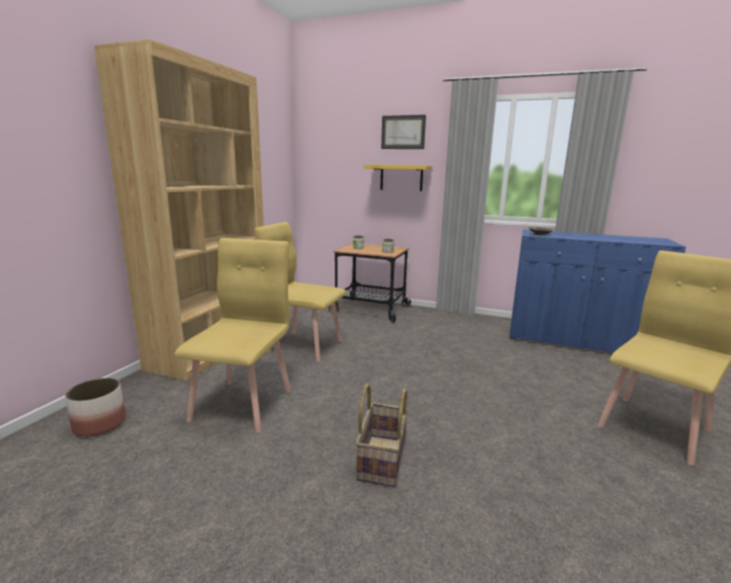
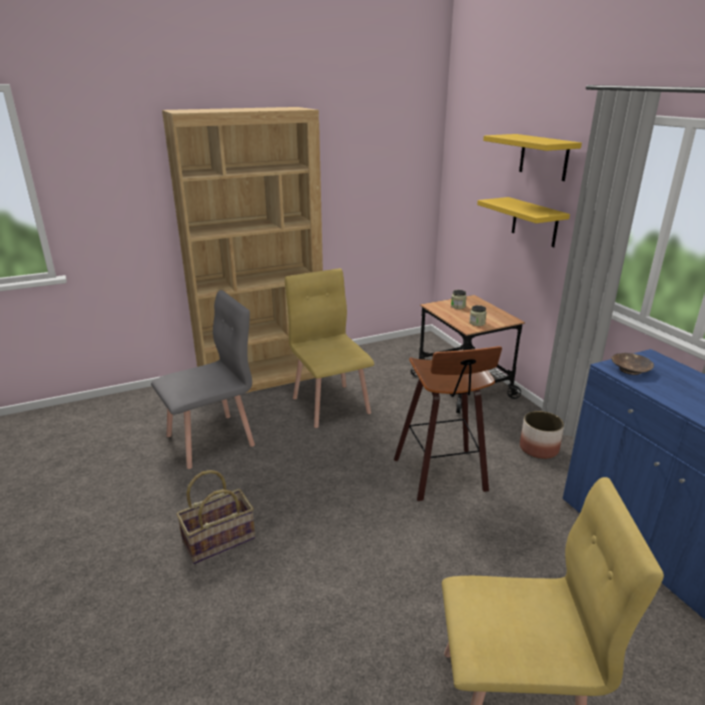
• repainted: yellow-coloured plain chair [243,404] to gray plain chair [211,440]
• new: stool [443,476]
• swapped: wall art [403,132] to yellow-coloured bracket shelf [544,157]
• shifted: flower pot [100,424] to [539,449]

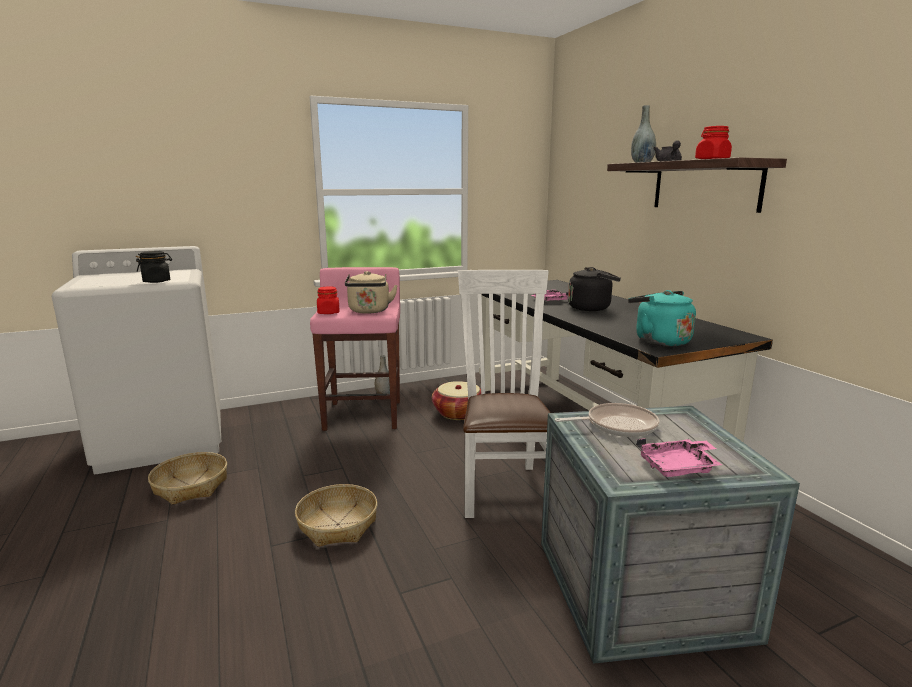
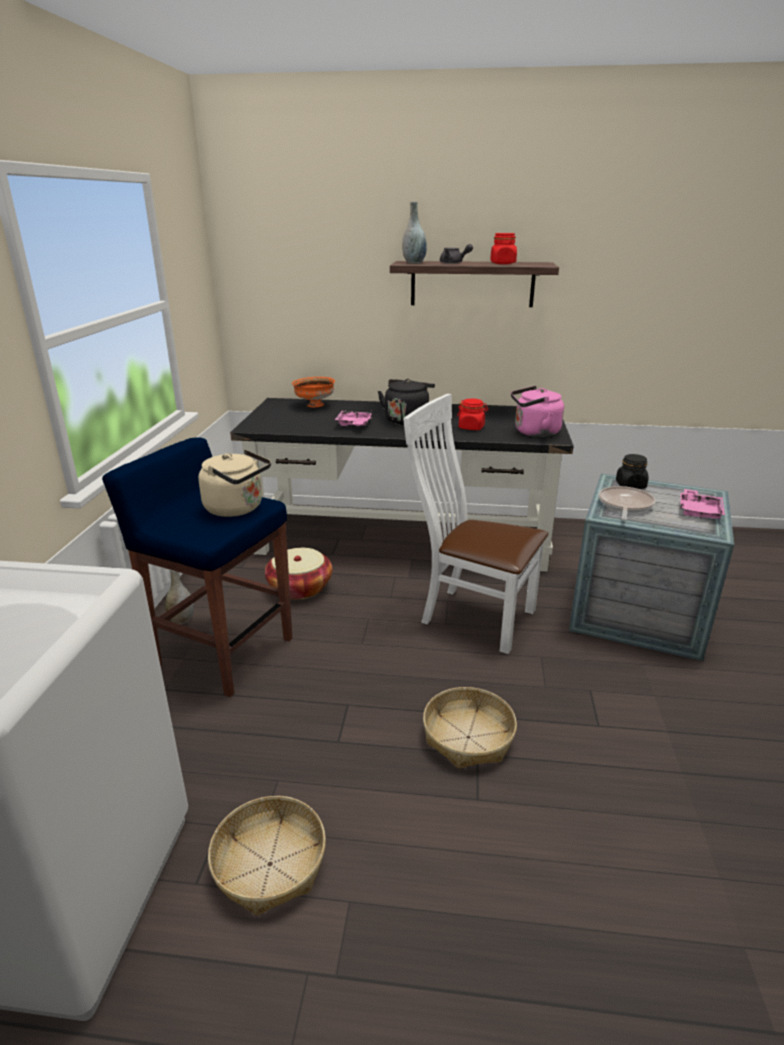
• repainted: pink stool [364,415] to bluish stool [222,652]
• new: orange-coloured deep dish [314,405]
• shifted: reddish jar [328,312] to [471,427]
• repainted: turquoise-coloured water kettle [658,341] to pink water kettle [534,432]
• shifted: blackish jar [157,281] to [630,485]

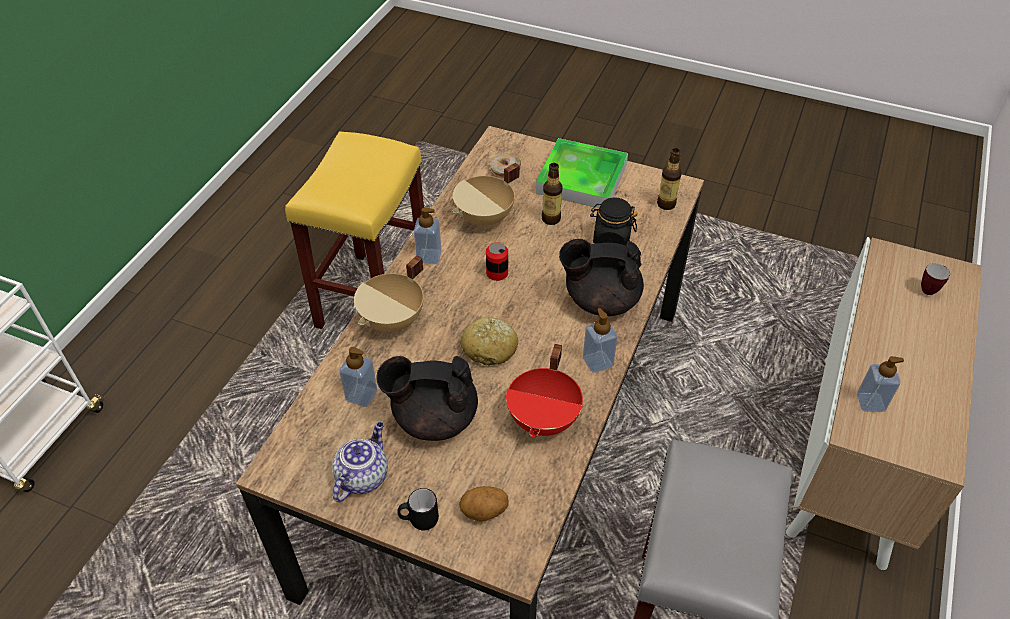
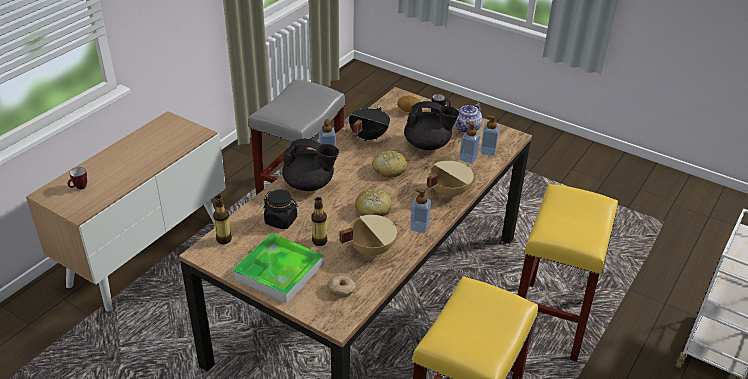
• repainted: reddish stockpot [545,419] to blackish stockpot [368,136]
• swapped: can [497,273] to baked bread [373,209]
• shifted: soap bottle [870,402] to [488,151]
• new: yellow-coloured stool [551,321]

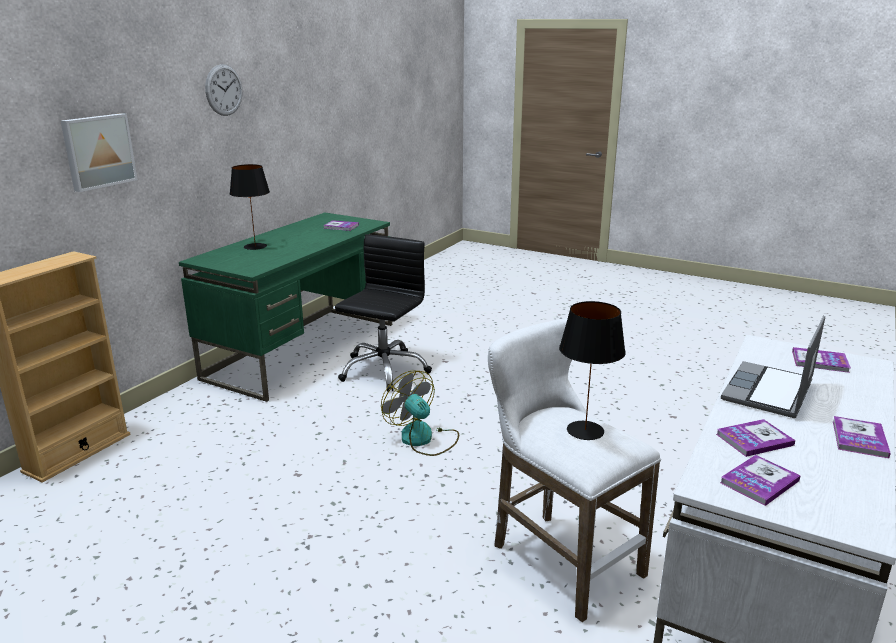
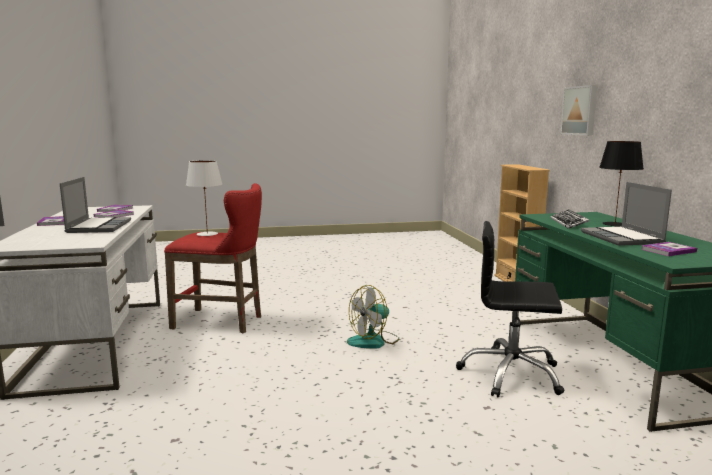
• repainted: white-coloured stool [559,557] to reddish stool [222,322]
• repainted: blackish table lamp [584,430] to white-coloured table lamp [207,234]
• rotated: electric fan [423,439] = [374,341] 135 degrees clockwise
• rotated: blackish computer chair [383,370] = [511,374] 120 degrees clockwise
• new: PC keyboard [569,223]
• new: notebook computer [622,238]
• gone: clock on the wall [224,90]
• gone: volume [820,361]

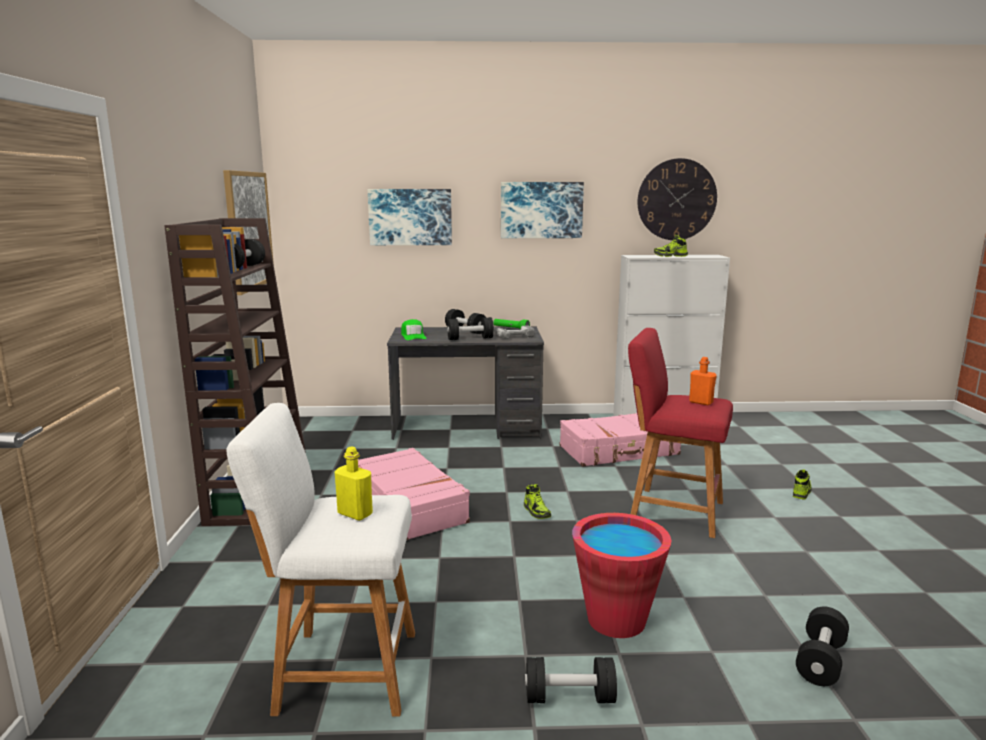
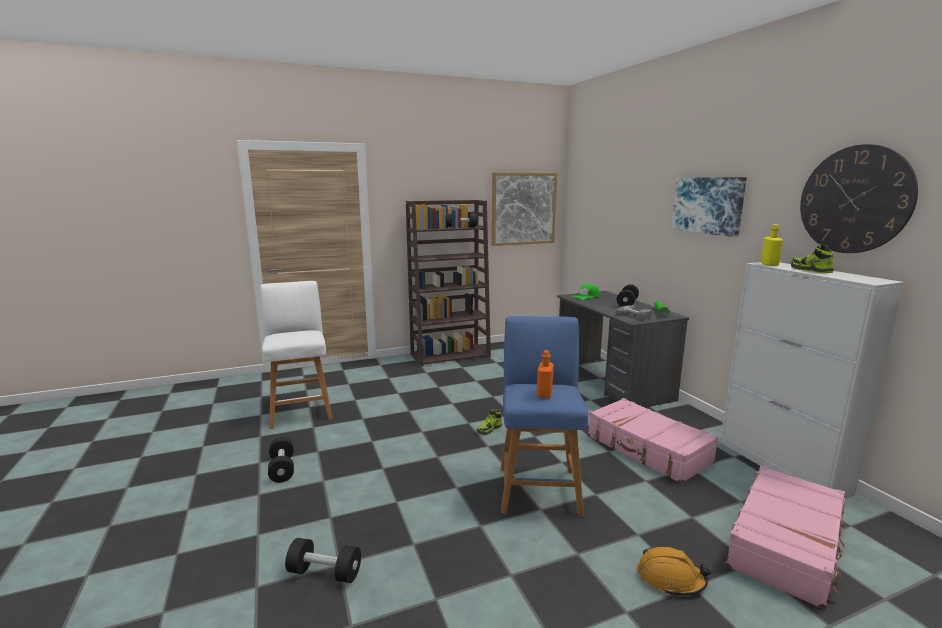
• repainted: reddish stool [671,511] to bluish stool [538,487]
• swapped: shoe [801,492] to orange-coloured safety helmet [670,578]
• shifted: pink piece of luggage [410,505] to [786,544]
• shifted: yellow-coloured beverage bottle [355,514] to [769,264]
• gone: wall art [410,217]
• gone: blackish dumbbell [470,338]
• gone: reddish bucket [616,620]

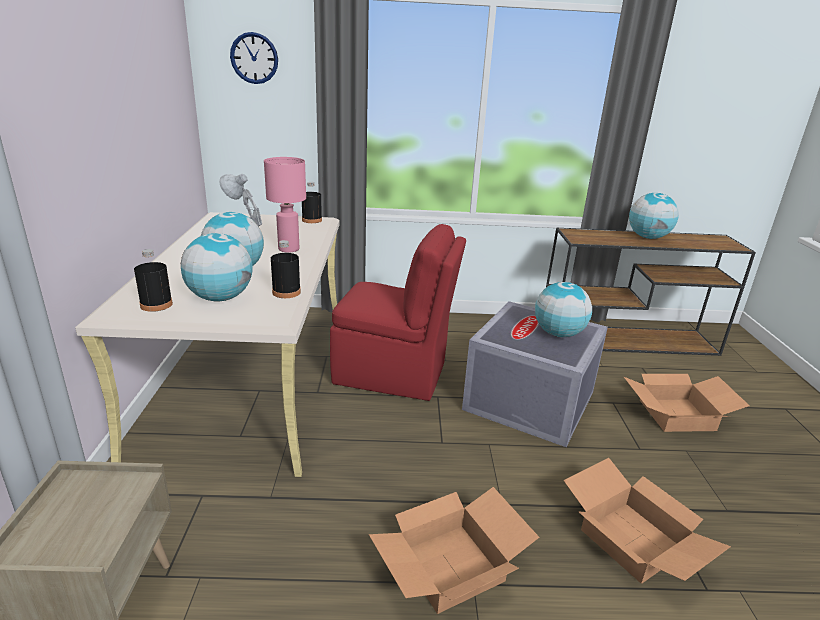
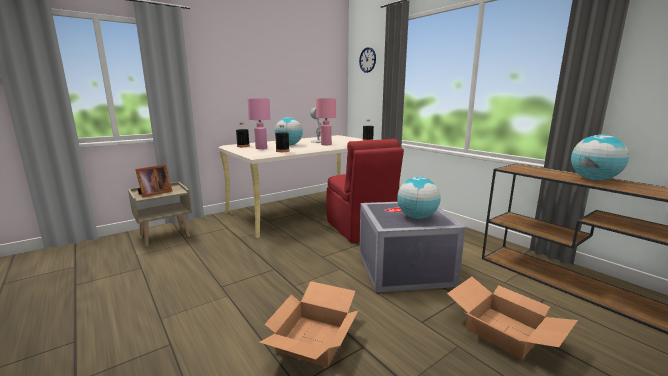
• new: standing frame [154,193]
• swapped: globe [220,298] to pink table lamp [261,148]
• gone: cardboard box [450,568]

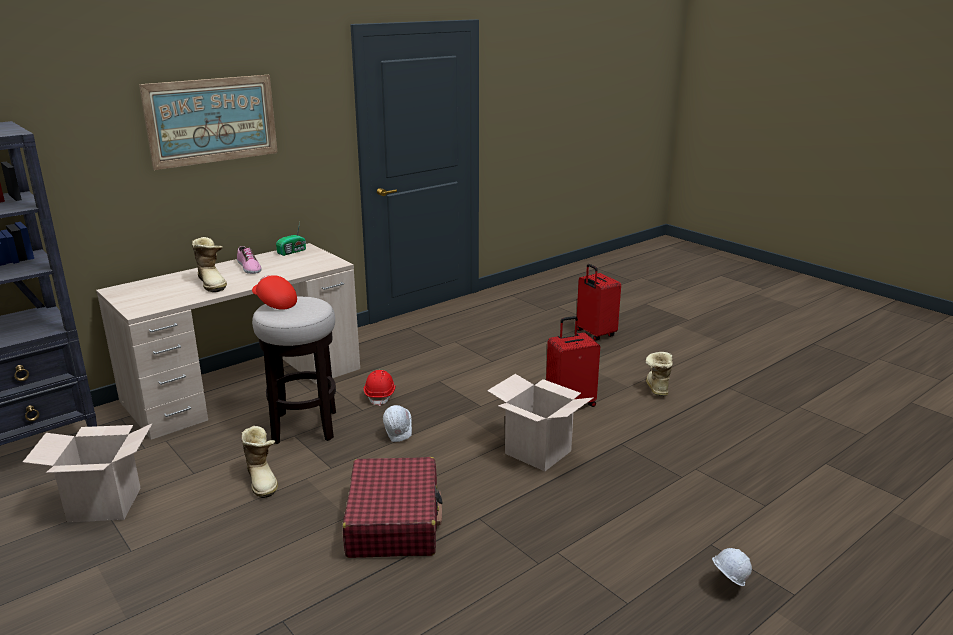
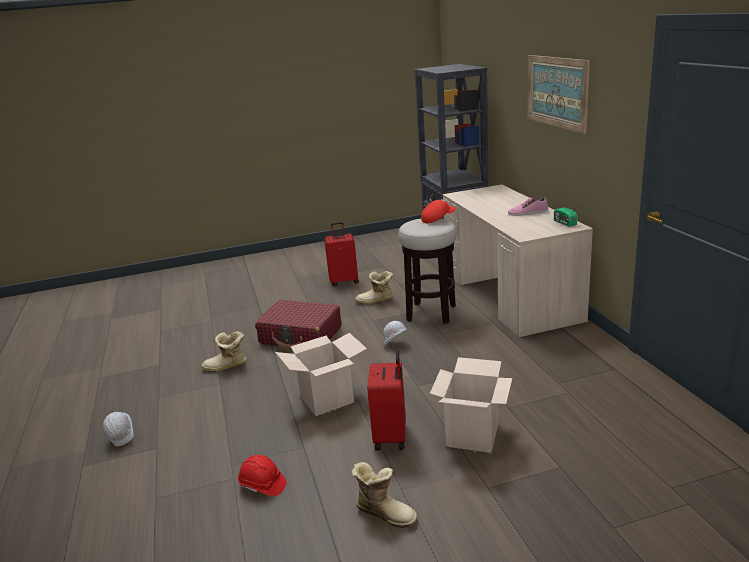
• shifted: high-top boot [213,283] to [226,367]
• shifted: reddish safety helmet [380,395] to [262,485]
• shifted: reddish piece of luggage [594,334] to [344,281]
• shifted: cardboard box [104,505] to [472,435]

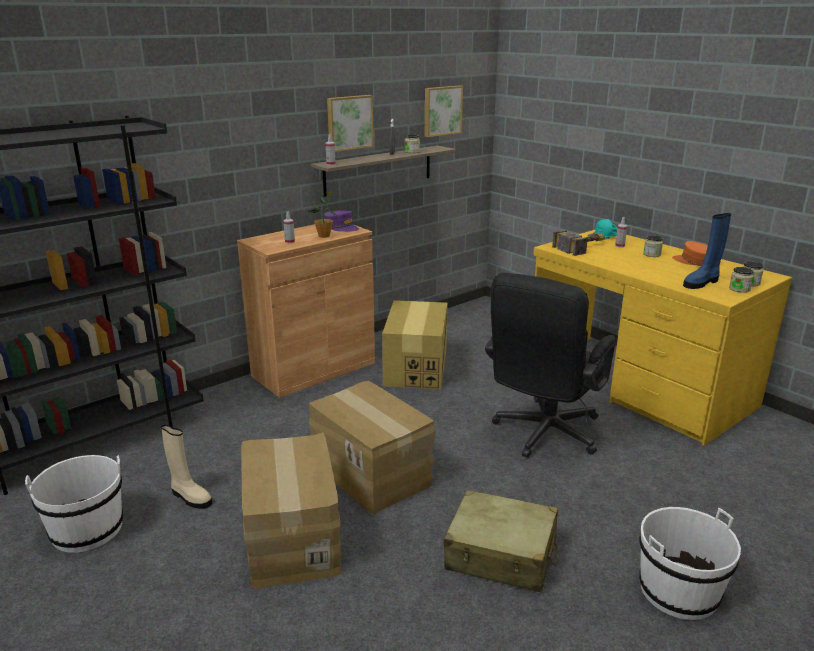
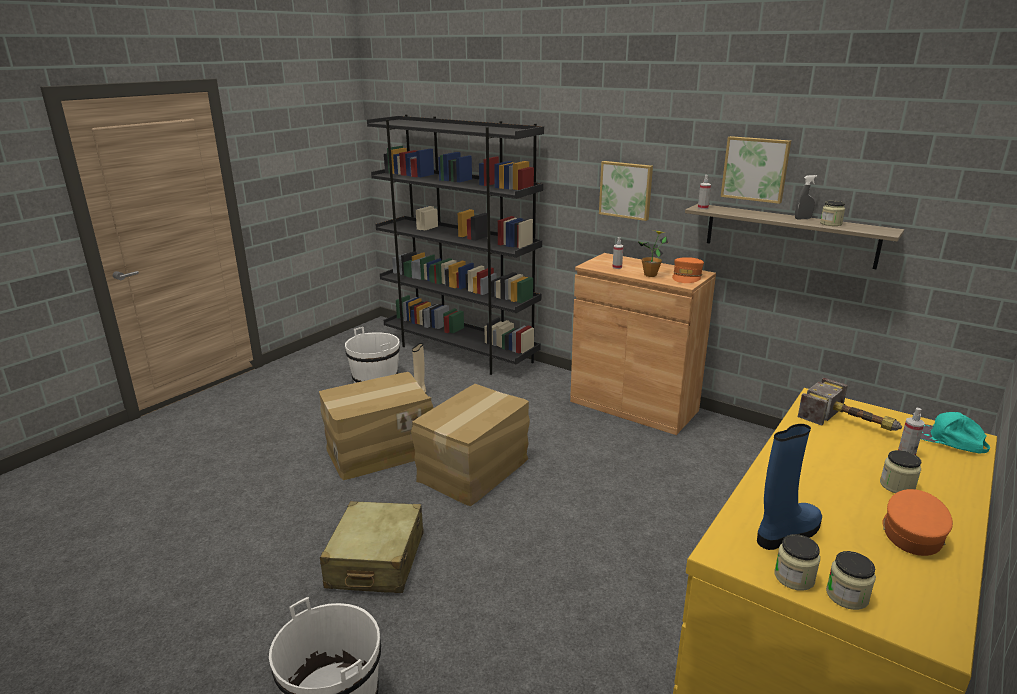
• shifted: wall art [441,110] to [626,190]
• repainted: purple baseball cap [341,227] to orange-coloured baseball cap [687,277]
• rotated: bluish high-top boot [701,283] = [786,533] 105 degrees clockwise
• gone: cardboard box [416,367]
• gone: blackish computer chair [543,435]

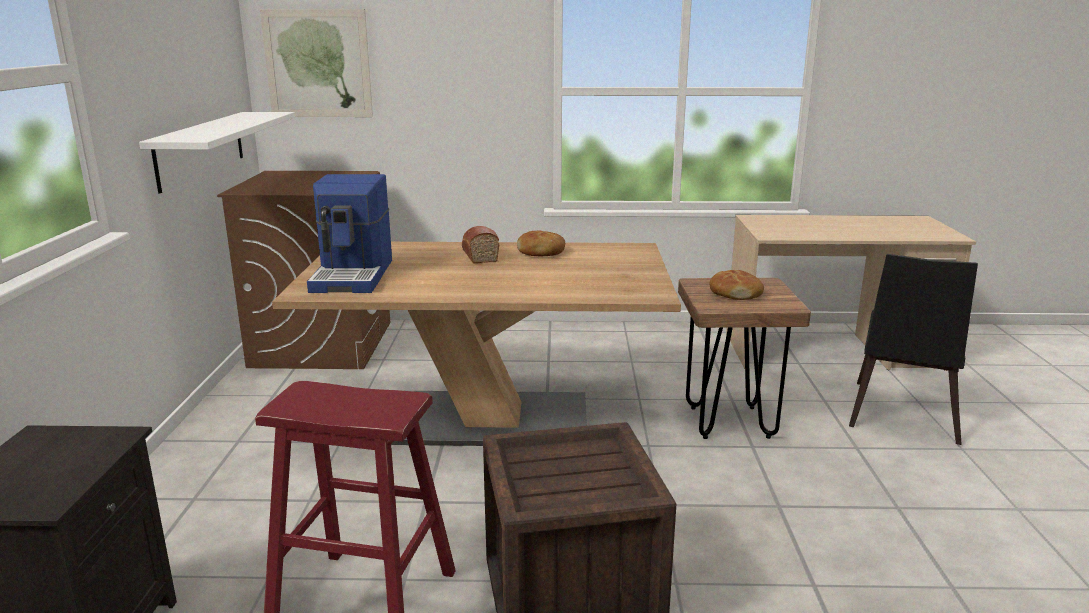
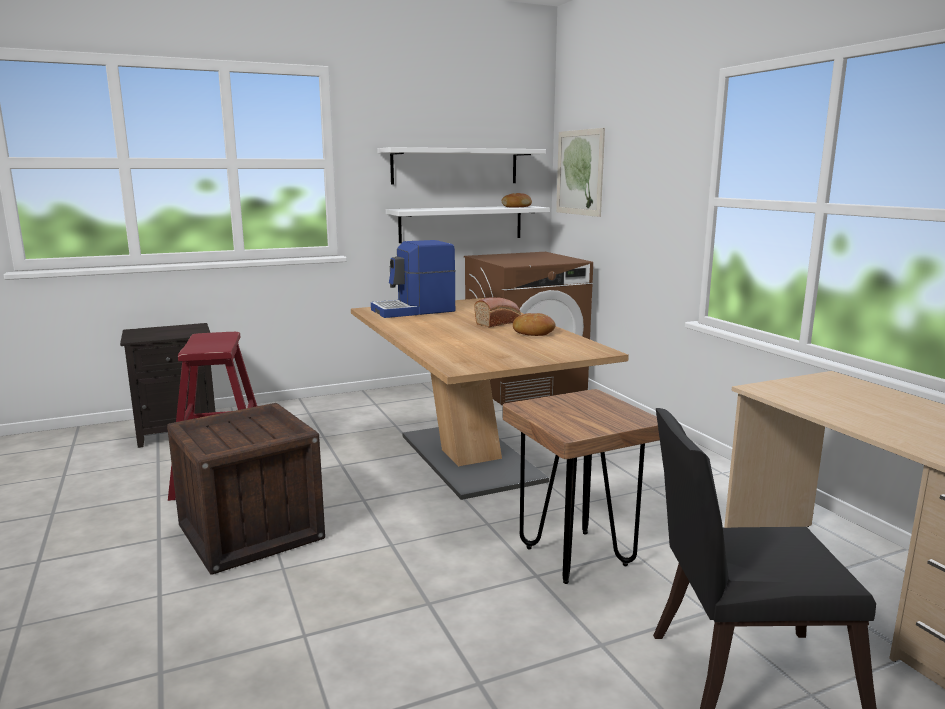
• new: white-coloured bracket shelf [455,166]
• shifted: baked bread [735,293] to [516,206]

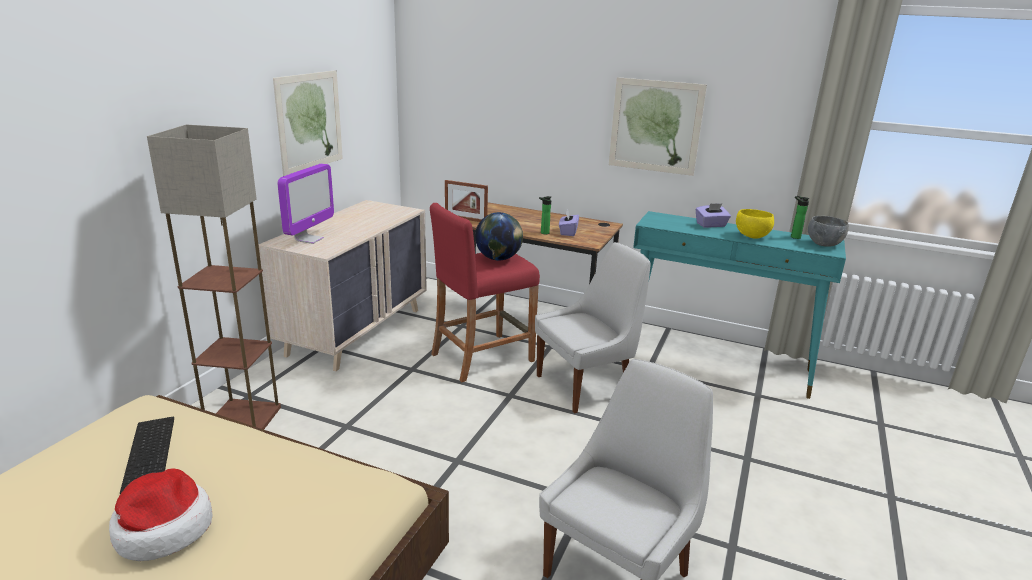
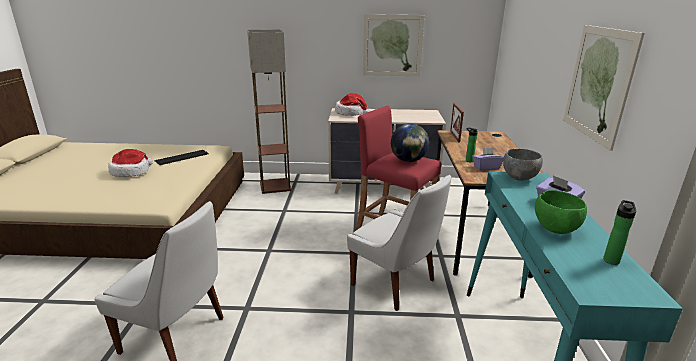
• swapped: computer screen [309,239] to hat [351,113]
• shifted: gray deep dish [823,244] to [519,178]
• repainted: yellow-coloured deep dish [752,236] to green deep dish [555,229]

